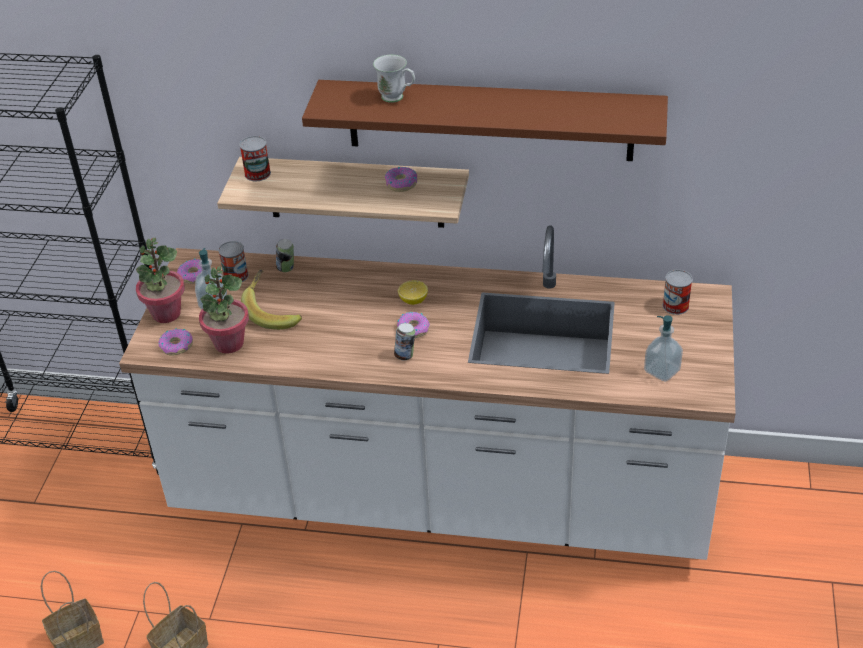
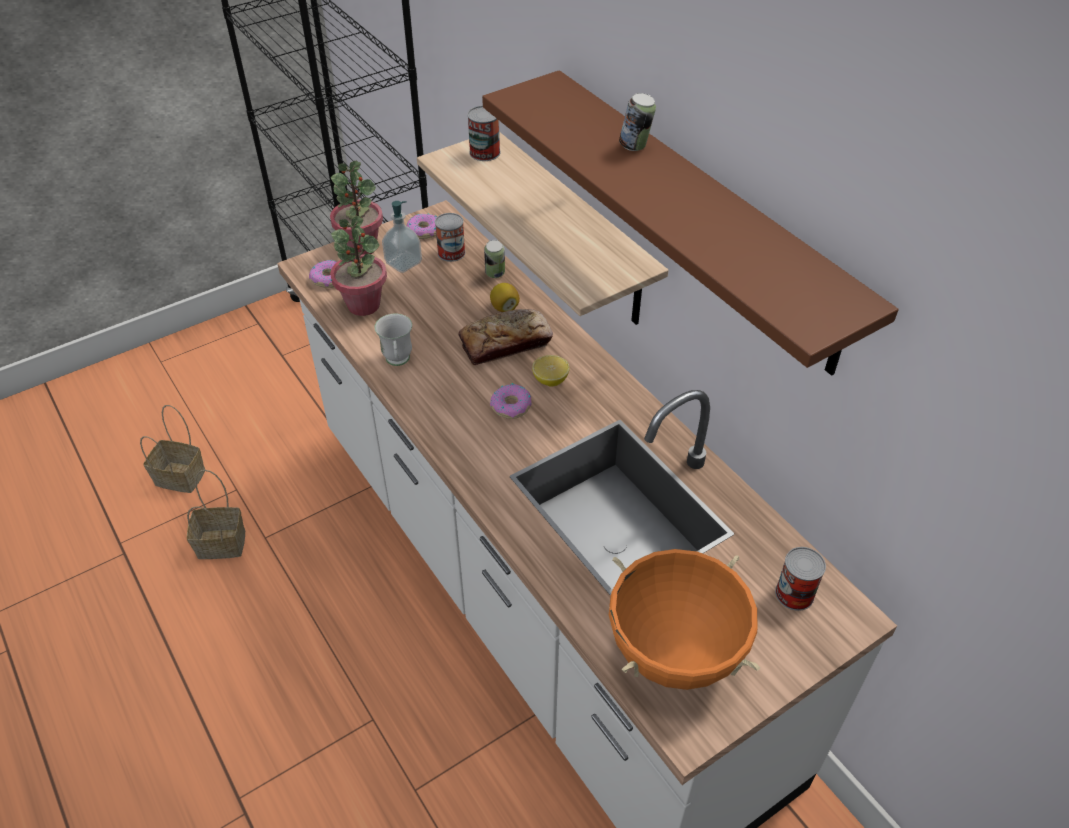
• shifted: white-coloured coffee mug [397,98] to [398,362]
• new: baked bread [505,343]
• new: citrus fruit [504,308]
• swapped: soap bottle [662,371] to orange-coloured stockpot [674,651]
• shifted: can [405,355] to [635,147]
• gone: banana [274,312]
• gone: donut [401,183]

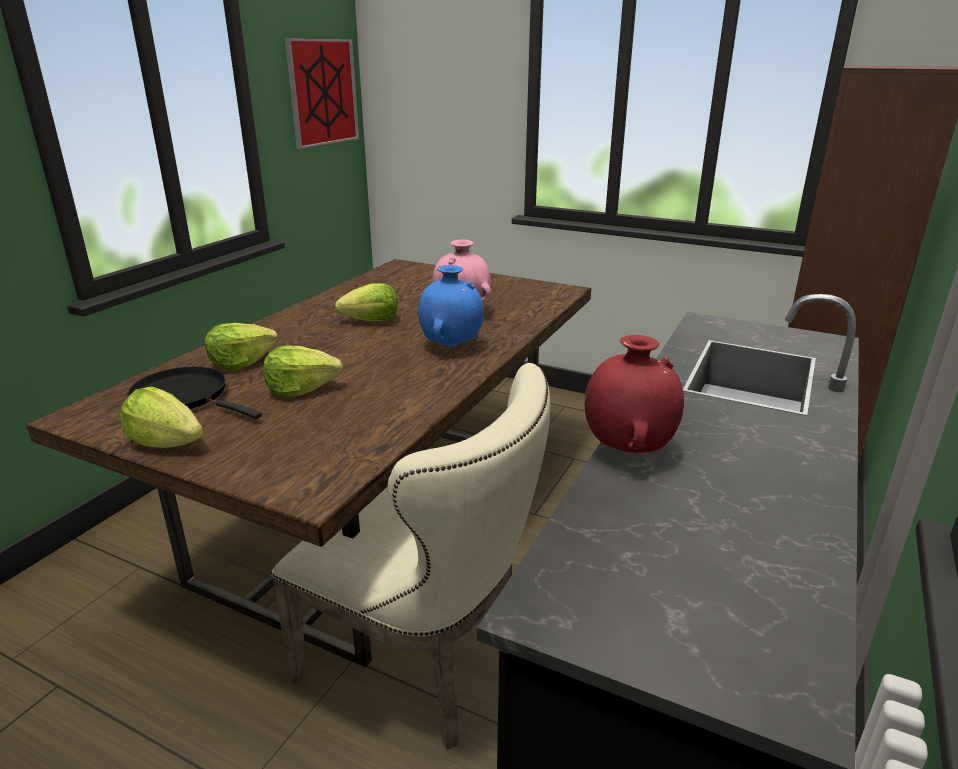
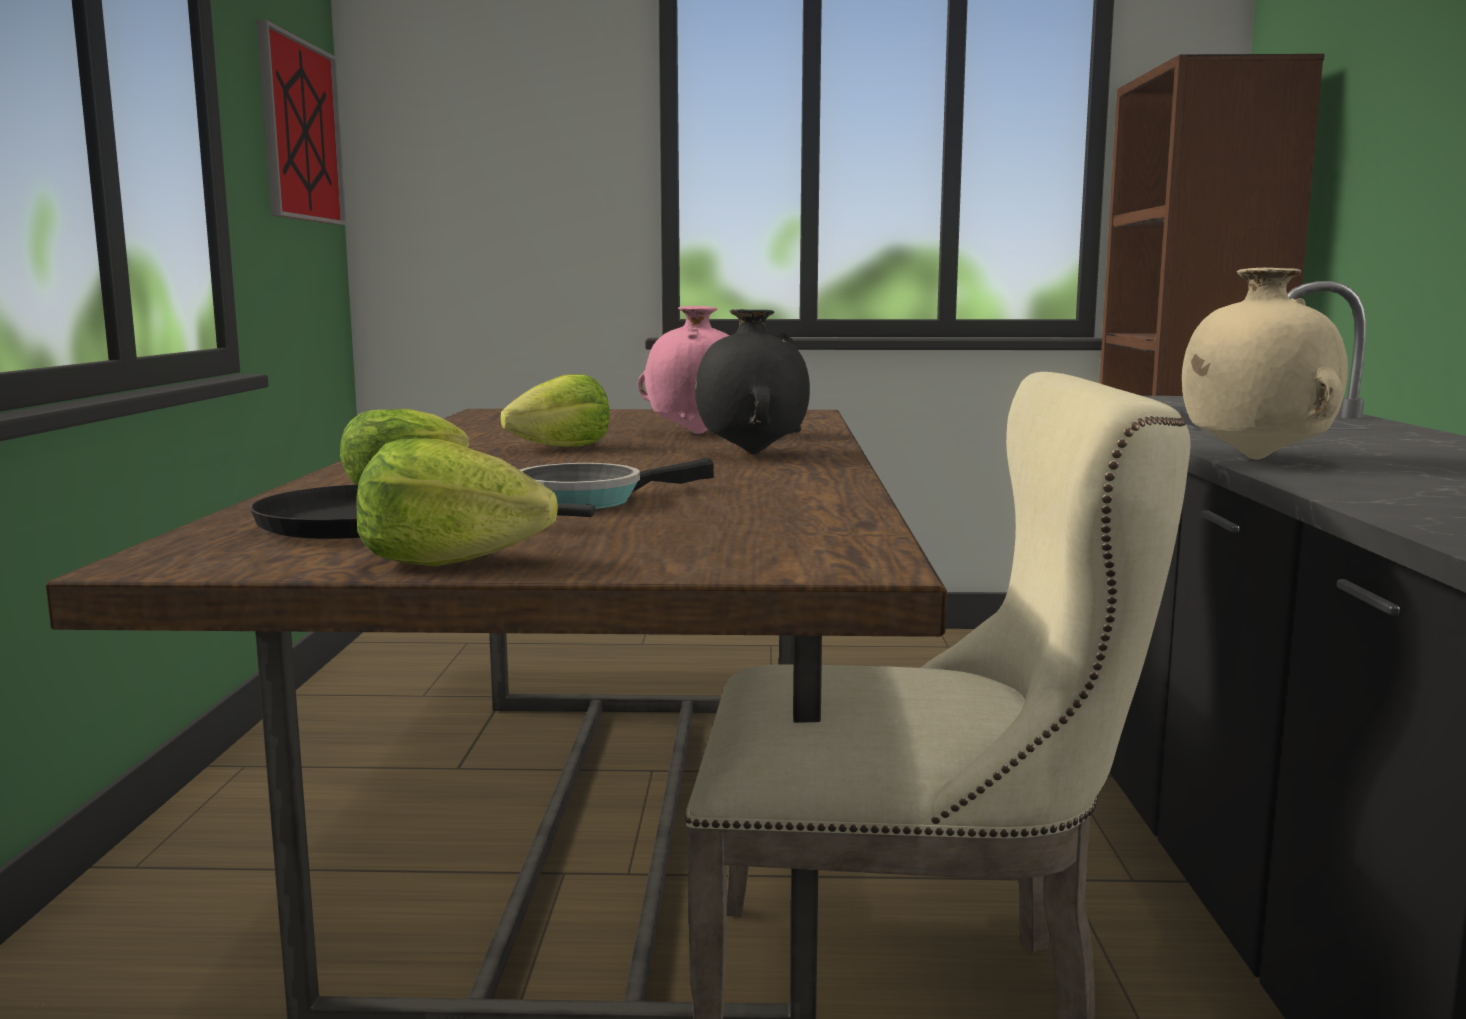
• swapped: head of lettuce [301,388] to pan [588,499]
• repainted: bluish decorative vase [451,346] to blackish decorative vase [752,453]
• repainted: reddish decorative vase [628,449] to sand-coloured decorative vase [1253,459]

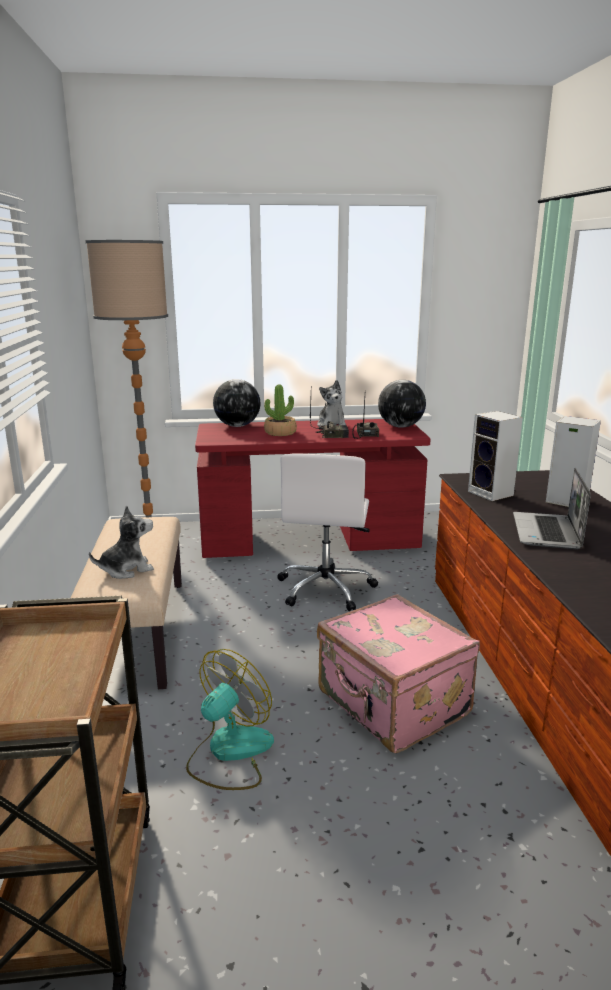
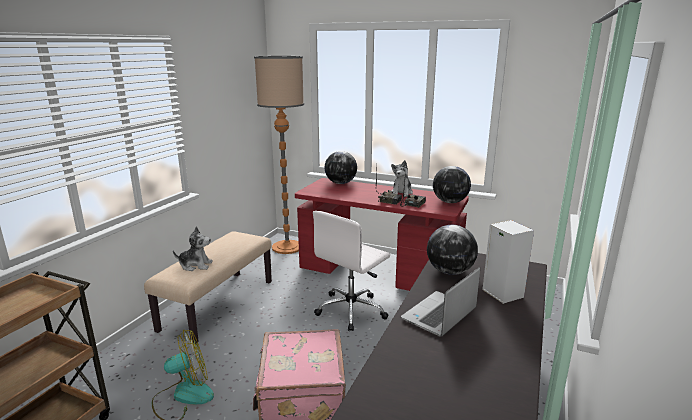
• swapped: loudspeaker [492,494] to globe [450,271]
• gone: potted plant [280,433]

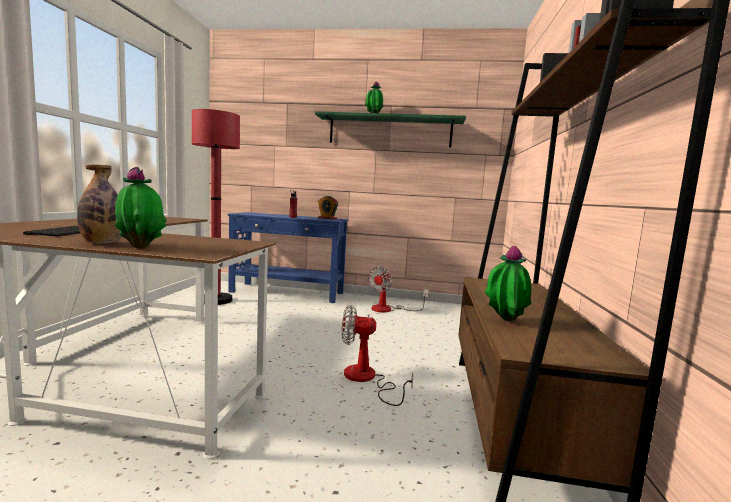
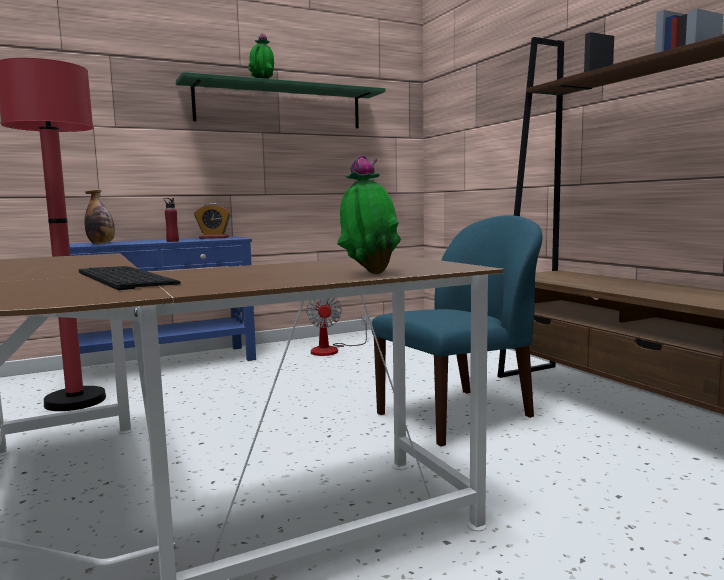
• shifted: beverage bottle [103,243] to [101,243]
• swapped: electric fan [366,379] to bluish plain chair [457,415]
• gone: potted plant [504,321]

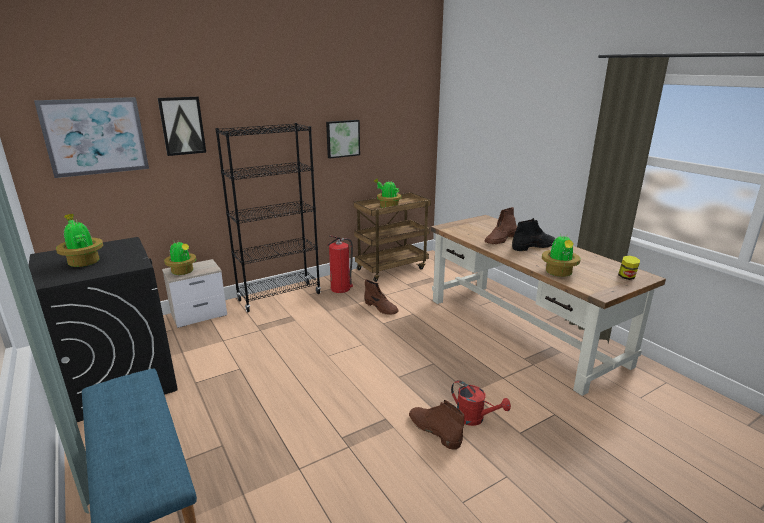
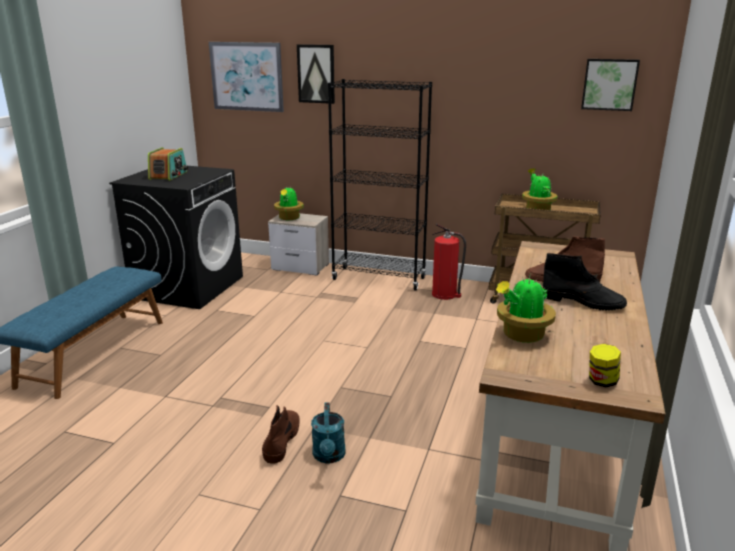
• swapped: potted plant [83,262] to radio set [169,175]
• repainted: reddish watering pot [475,418] to turquoise-coloured watering pot [329,456]
• shifted: wall art [342,138] to [609,84]
• gone: brownish high-top boot [381,308]

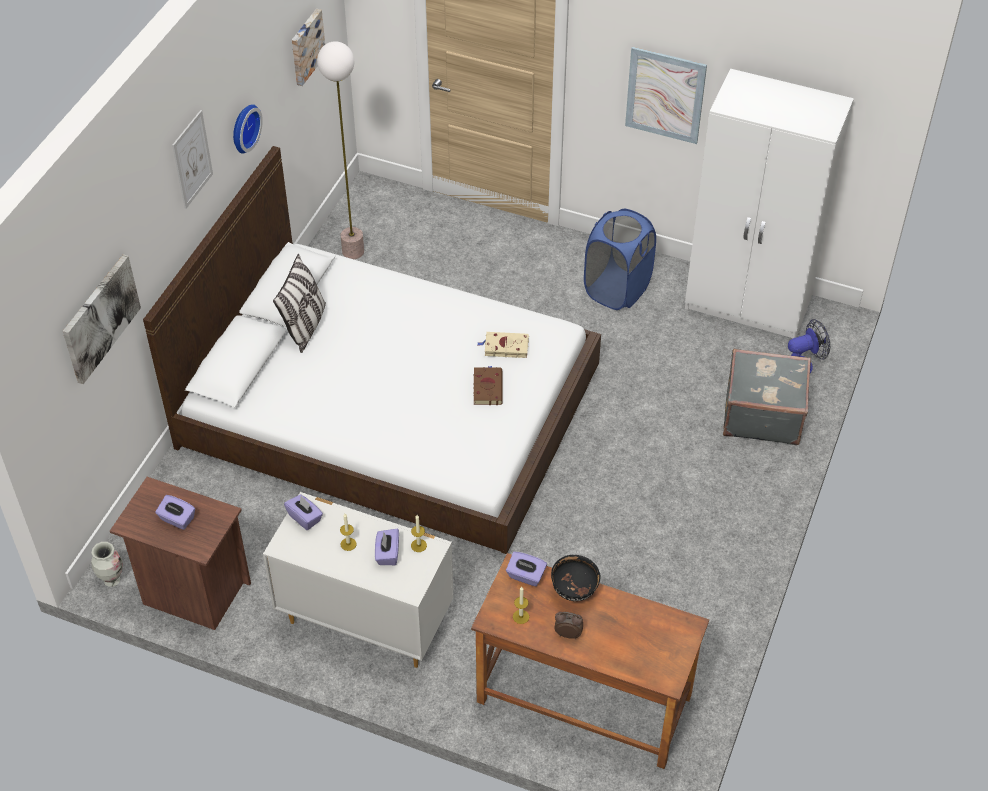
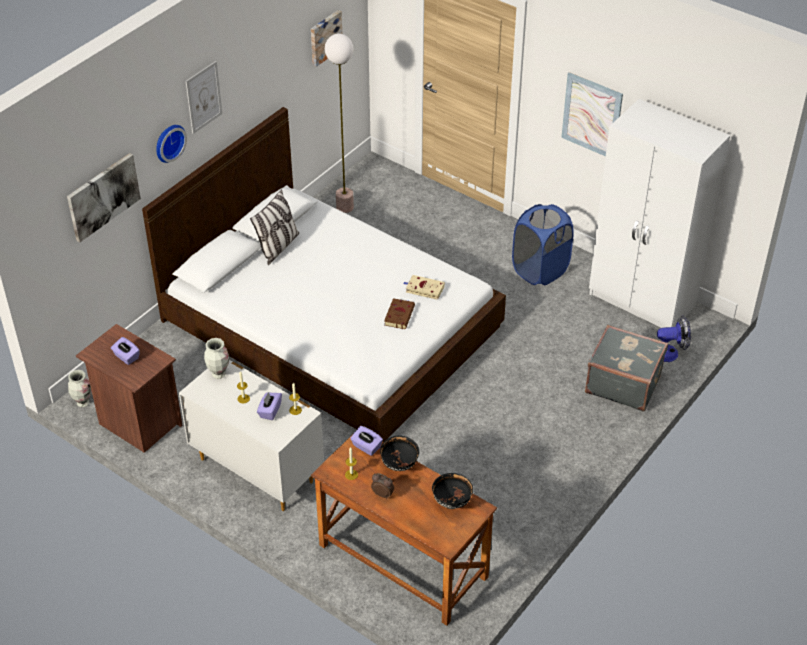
• shifted: clock on the wall [243,127] to [168,142]
• swapped: purple box of tissues [305,518] to decorative vase [218,374]
• new: blackish deep dish [451,502]

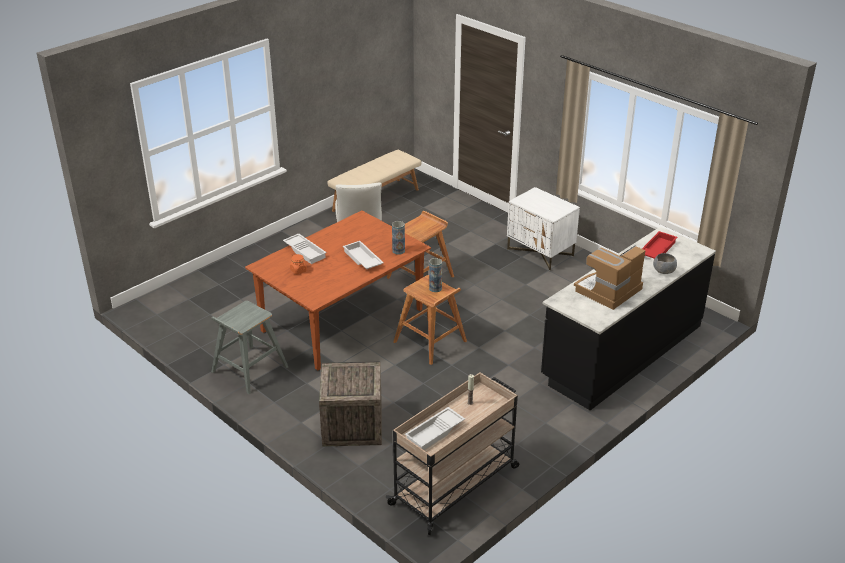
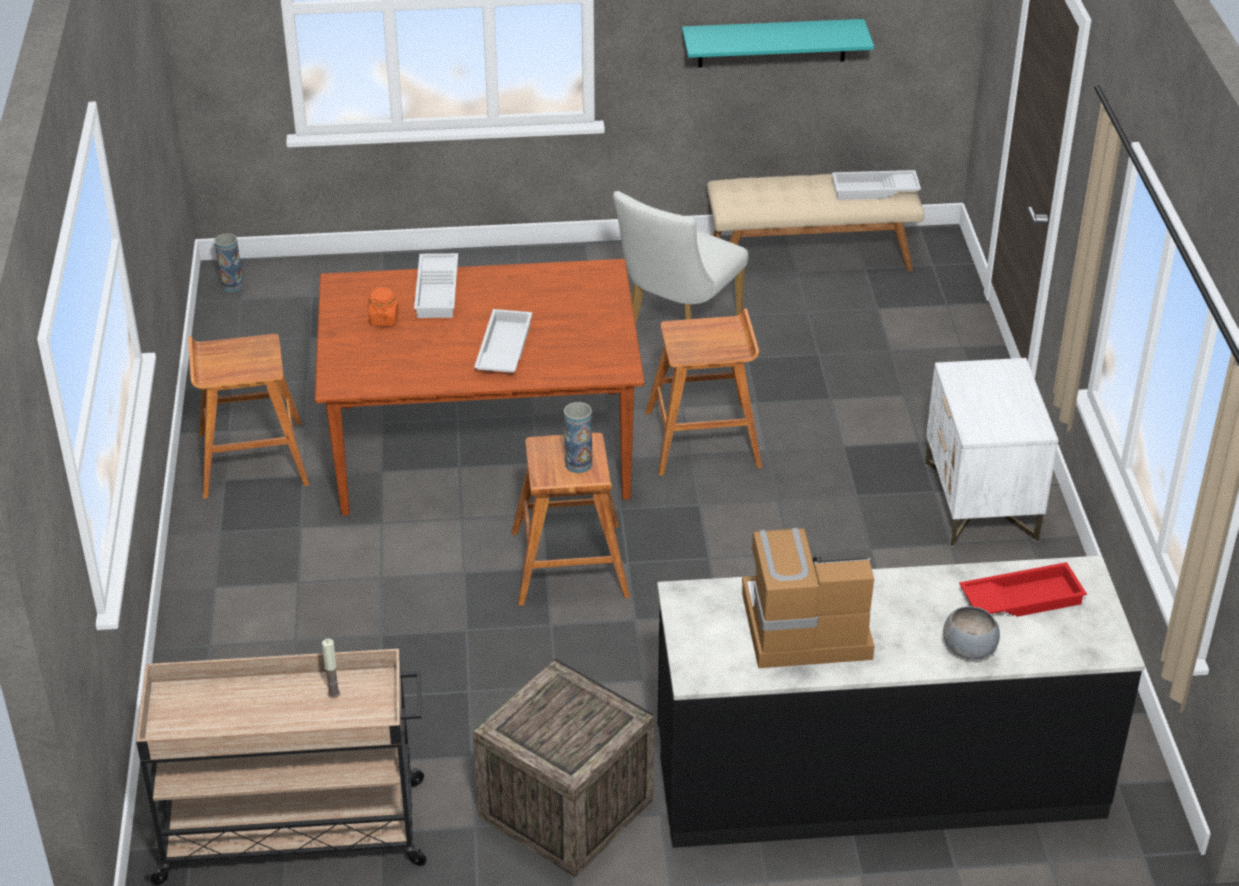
• repainted: gray stool [249,370] to brownish stool [251,459]
• shifted: decorative vase [398,251] to [232,286]
• shifted: crate [352,425] to [565,808]
• new: turquoise-coloured bracket shelf [772,43]
• shifted: white-coloured serving tray [435,433] to [874,191]

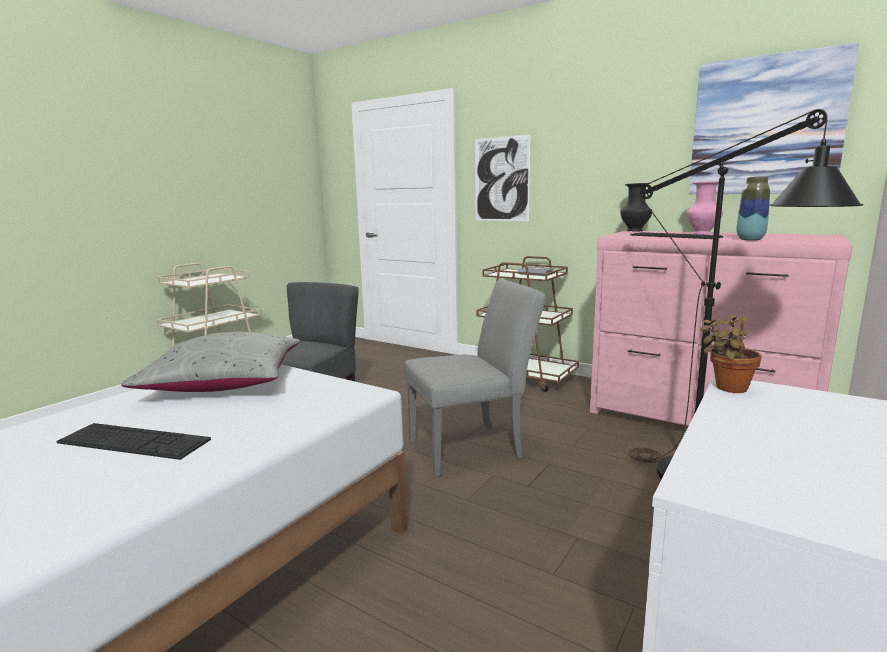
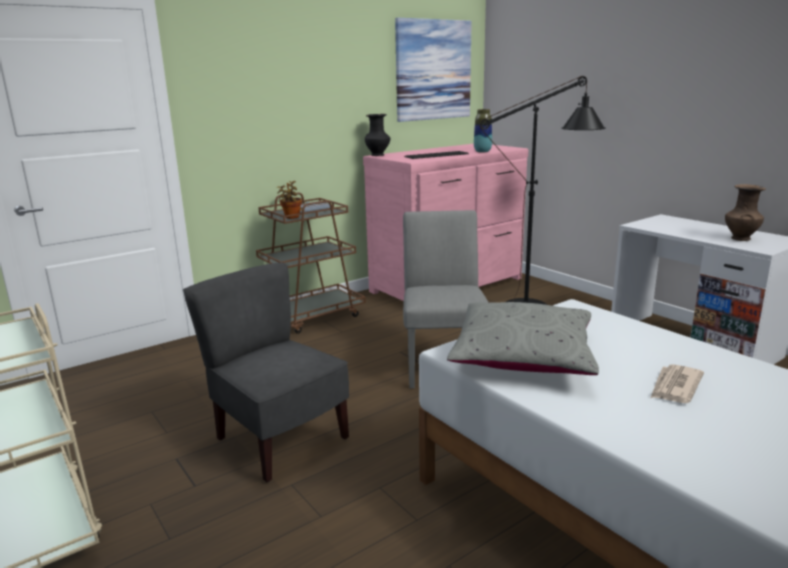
• shifted: potted plant [728,388] to [291,217]
• swapped: PC keyboard [133,441] to printed paper [675,387]
• new: brownish decorative vase [740,238]
• gone: wall art [501,179]
• gone: pink decorative vase [702,234]

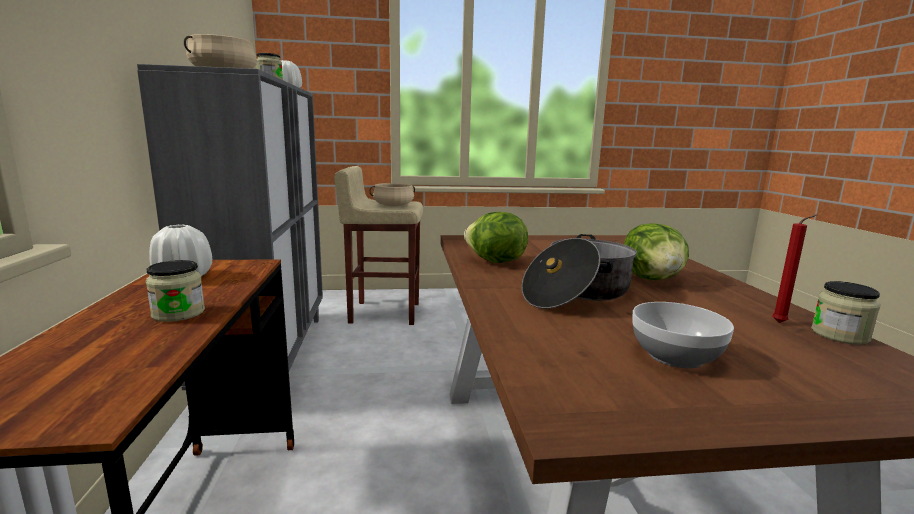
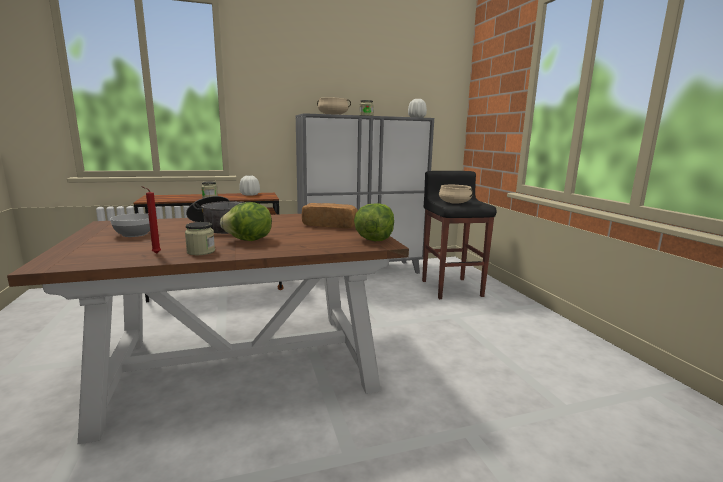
• shifted: jar [839,335] to [201,251]
• new: baked bread [330,225]
• shifted: head of lettuce [495,262] to [374,240]
• repainted: sand-coloured stool [384,312] to blackish stool [452,288]

